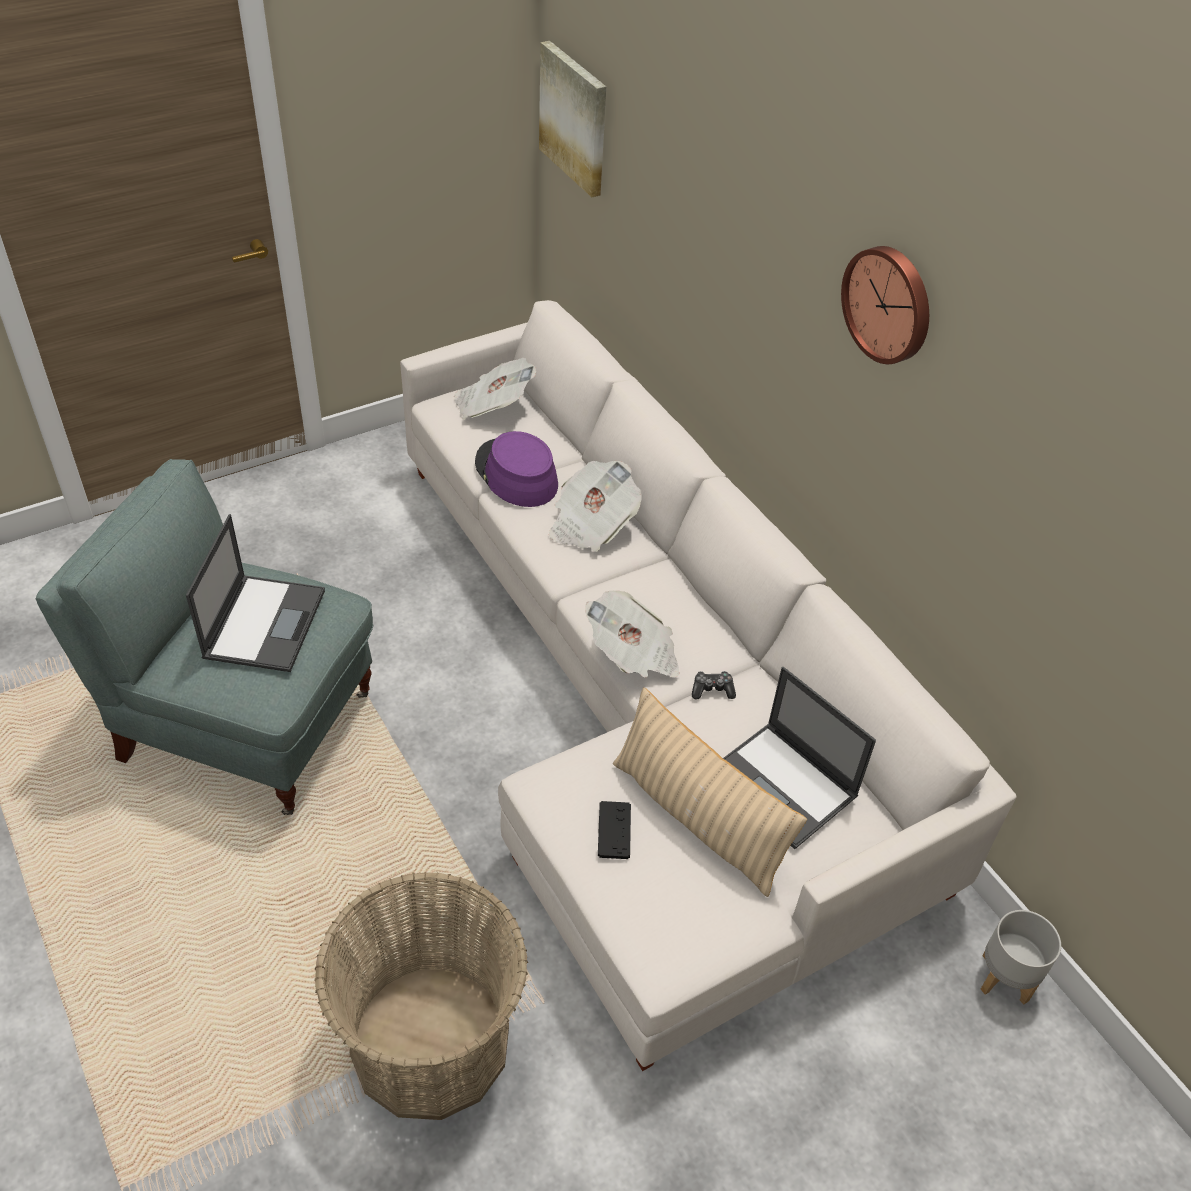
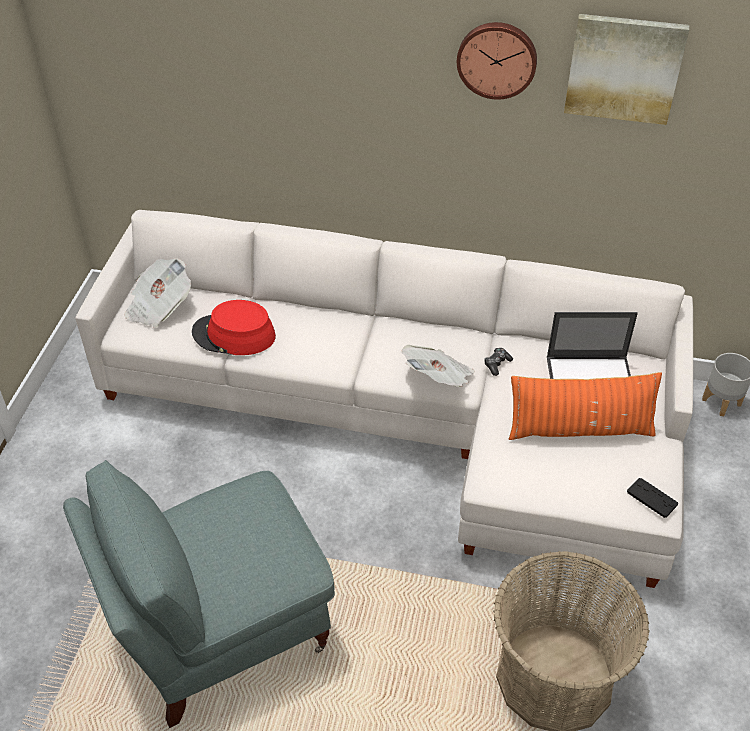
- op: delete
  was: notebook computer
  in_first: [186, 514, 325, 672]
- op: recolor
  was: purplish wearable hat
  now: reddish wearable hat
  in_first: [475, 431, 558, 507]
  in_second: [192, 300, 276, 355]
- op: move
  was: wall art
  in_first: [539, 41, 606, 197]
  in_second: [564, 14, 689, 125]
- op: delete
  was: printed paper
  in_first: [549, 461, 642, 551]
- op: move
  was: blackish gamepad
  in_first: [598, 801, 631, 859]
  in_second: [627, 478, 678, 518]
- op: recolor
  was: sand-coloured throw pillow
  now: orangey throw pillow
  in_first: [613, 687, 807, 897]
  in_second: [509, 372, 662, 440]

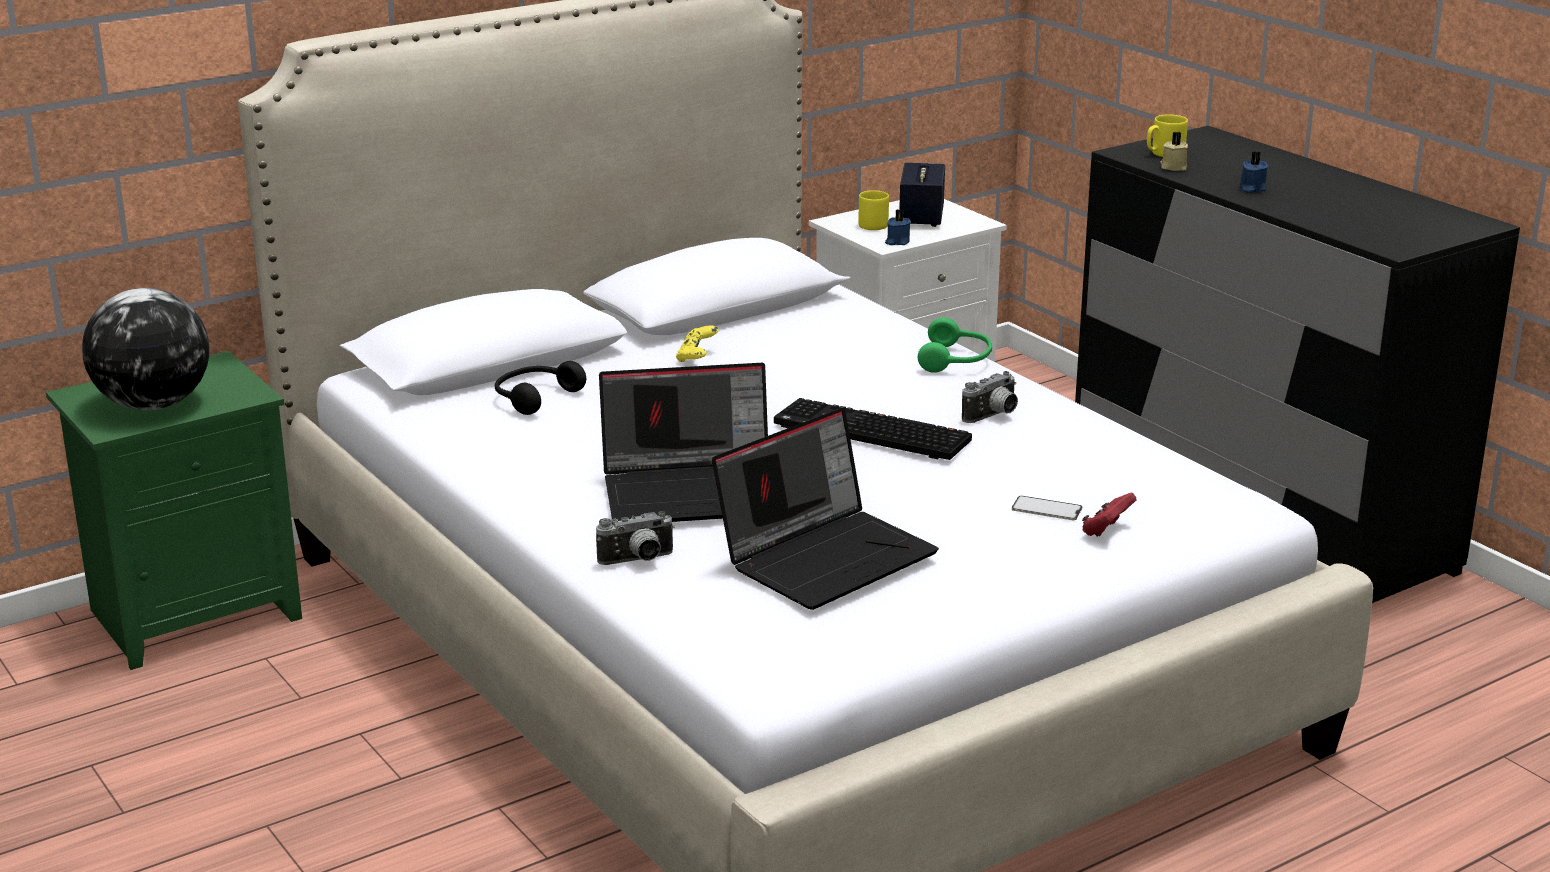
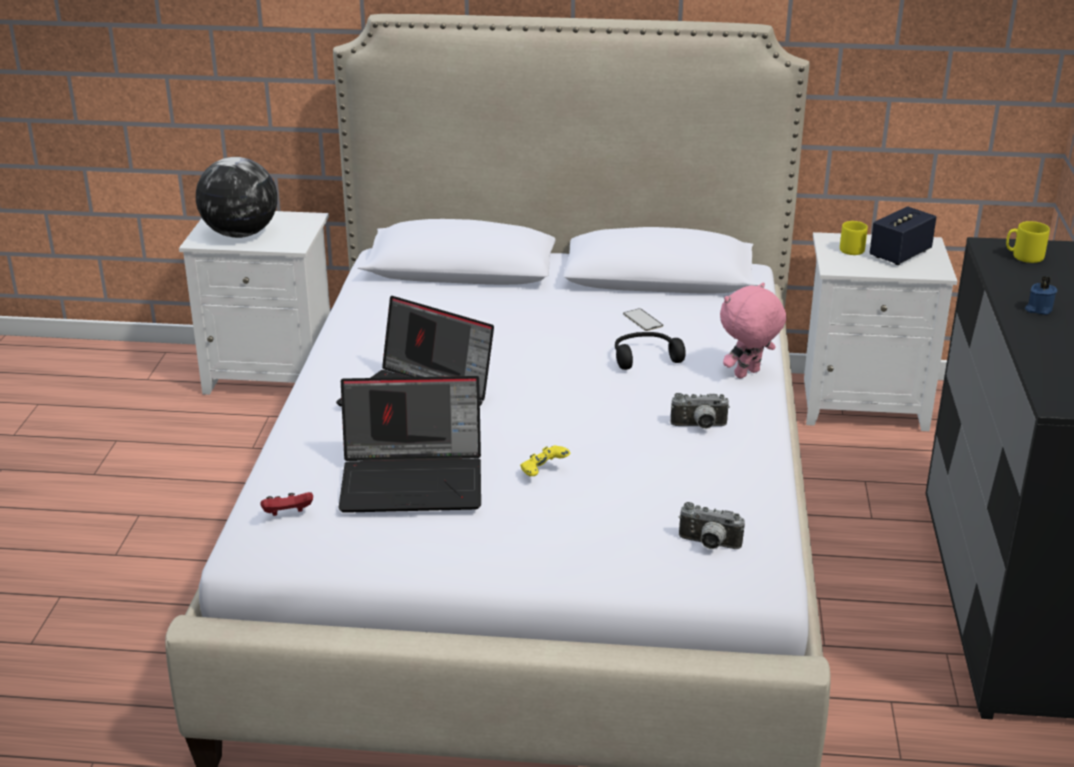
- op: recolor
  was: green night table
  now: white-coloured night table
  in_first: [46, 351, 302, 670]
  in_second: [179, 211, 330, 395]
- op: move
  was: blackish headphones
  in_first: [495, 361, 586, 415]
  in_second: [615, 332, 686, 370]
- op: move
  was: photo camera
  in_first: [596, 511, 675, 565]
  in_second: [678, 502, 745, 549]
- op: move
  was: yellow-coloured gamepad
  in_first: [676, 325, 719, 362]
  in_second: [520, 445, 570, 476]
- op: delete
  was: keyboard
  in_first: [774, 398, 972, 460]
- op: delete
  was: blue-coloured candle
  in_first: [885, 209, 911, 245]
- op: replace
  was: green headphones
  now: pink soft toy
  in_first: [918, 318, 992, 373]
  in_second: [720, 282, 786, 379]
- op: move
  was: telephone
  in_first: [1012, 496, 1082, 520]
  in_second: [623, 308, 663, 331]
- op: move
  was: reddish gamepad
  in_first: [1082, 493, 1136, 537]
  in_second: [260, 492, 313, 516]
- op: delete
  was: sand-coloured candle
  in_first: [1160, 132, 1188, 171]

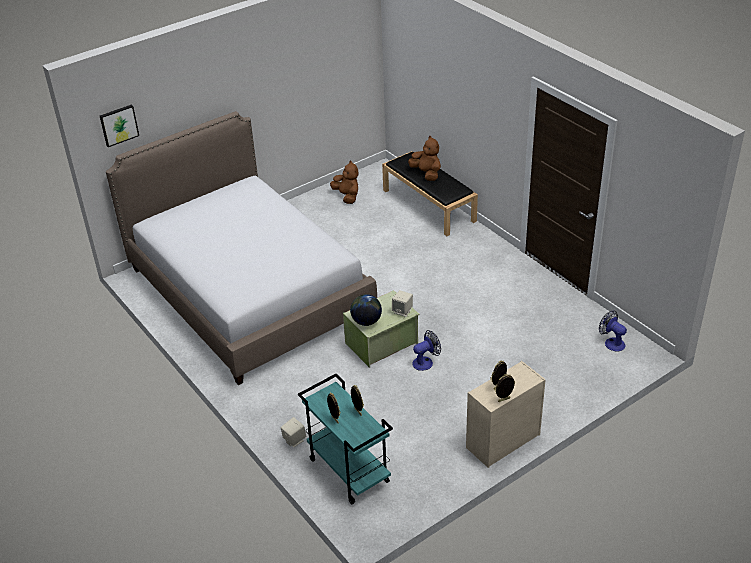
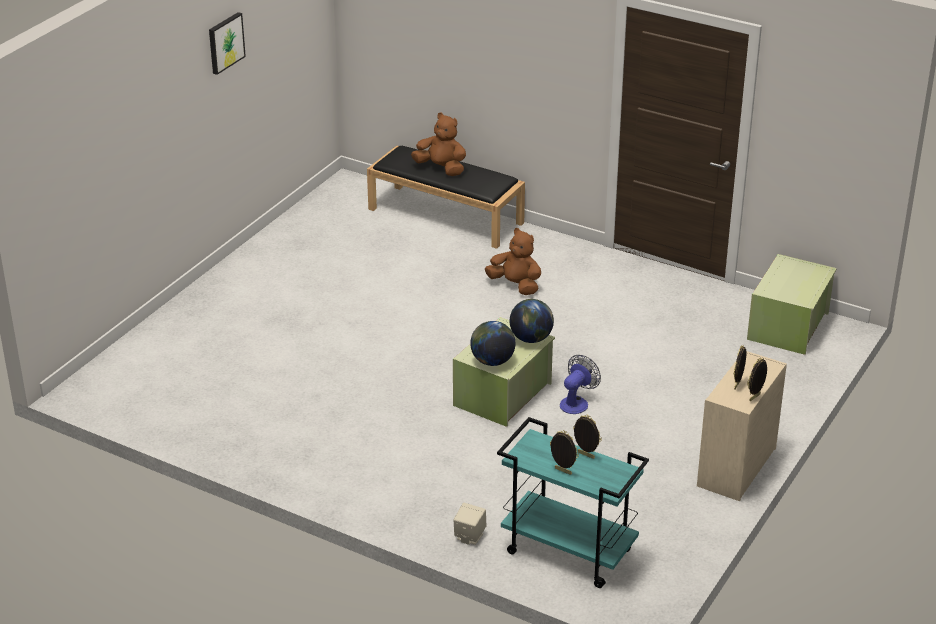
- op: move
  was: wall art
  in_first: [100, 104, 139, 147]
  in_second: [209, 12, 246, 75]
- op: delete
  was: bed
  in_first: [106, 111, 377, 385]
- op: move
  was: brownish soft toy
  in_first: [330, 160, 358, 204]
  in_second: [485, 228, 541, 295]
- op: replace
  was: sand-coloured speaker
  now: desk globe
  in_first: [392, 290, 413, 317]
  in_second: [510, 299, 554, 343]
- op: replace
  was: cooling fan
  now: green storage bin
  in_first: [599, 311, 627, 352]
  in_second: [747, 254, 837, 355]

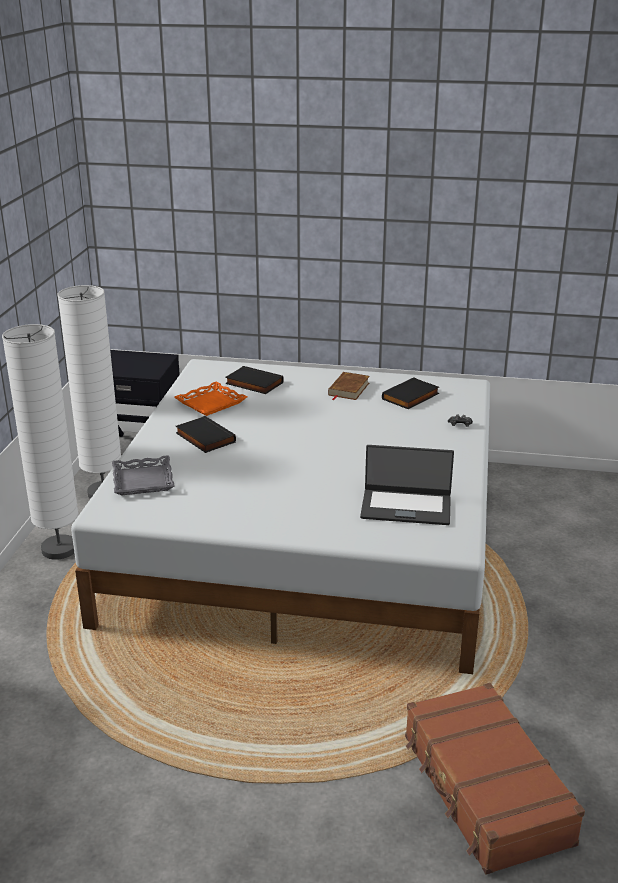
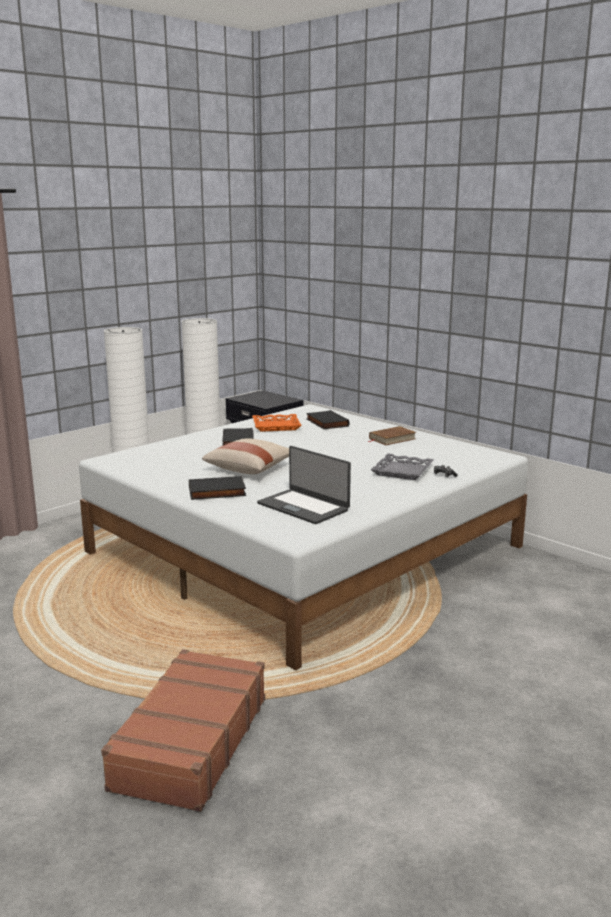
- op: move
  was: greyish tray
  in_first: [112, 455, 175, 495]
  in_second: [370, 453, 434, 480]
- op: move
  was: blackish volume
  in_first: [382, 377, 439, 409]
  in_second: [189, 476, 246, 500]
- op: insert
  now: sand-coloured throw pillow
  in_second: [202, 438, 289, 474]

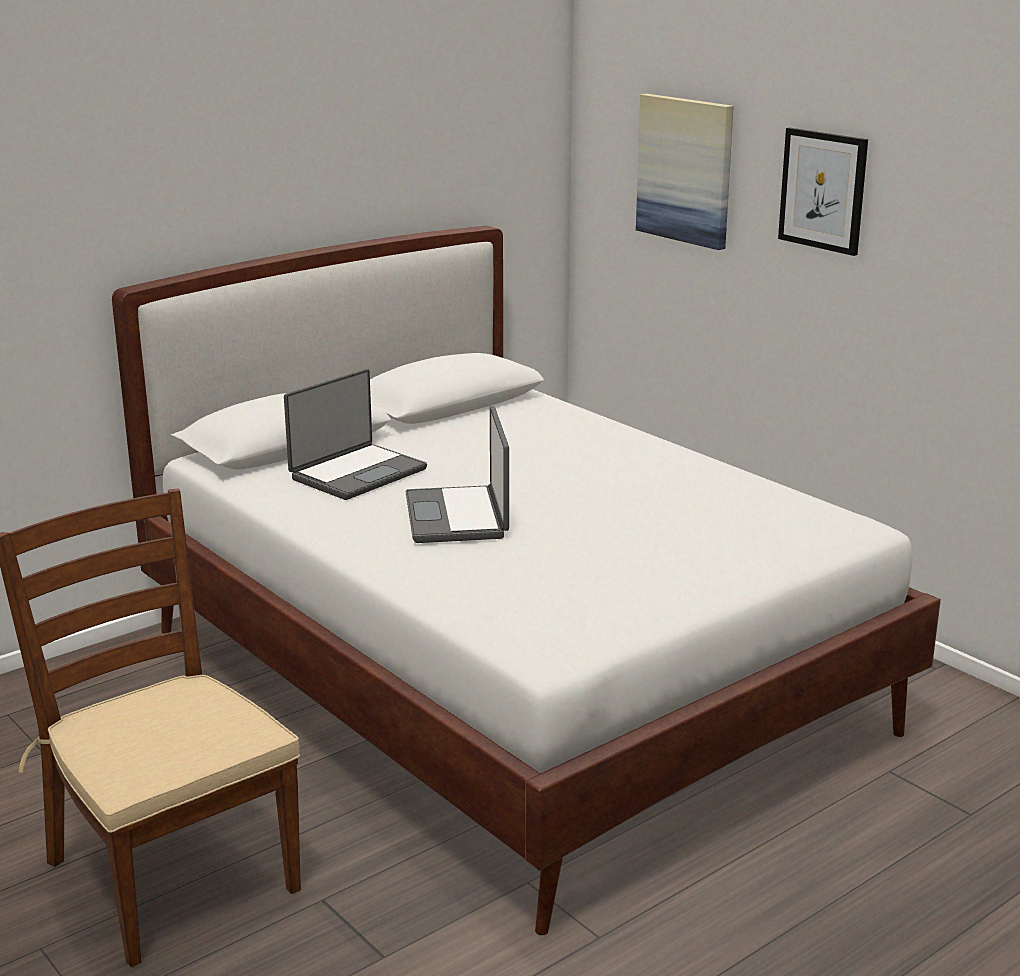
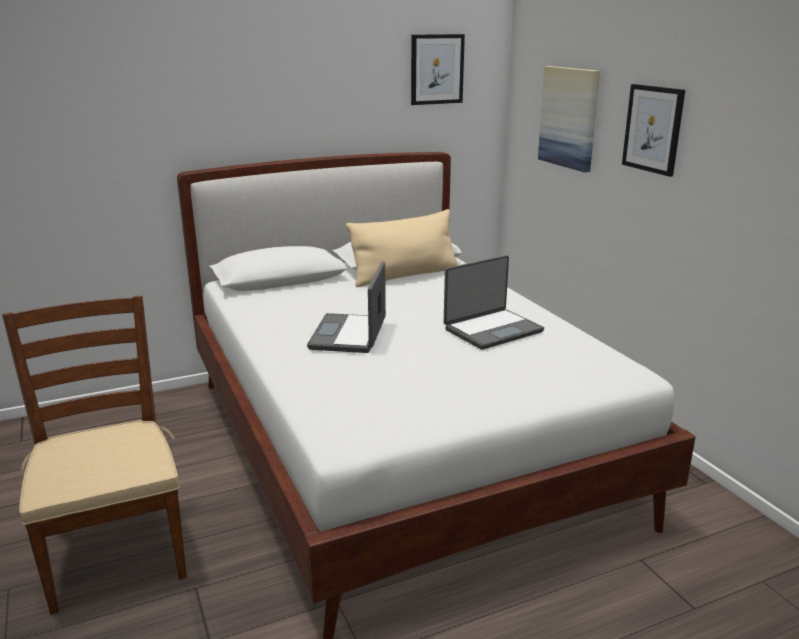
- op: move
  was: notebook computer
  in_first: [284, 369, 427, 500]
  in_second: [444, 255, 544, 350]
- op: insert
  now: sand-coloured throw pillow
  in_second: [346, 209, 458, 287]
- op: insert
  now: wall art
  in_second: [411, 34, 465, 105]

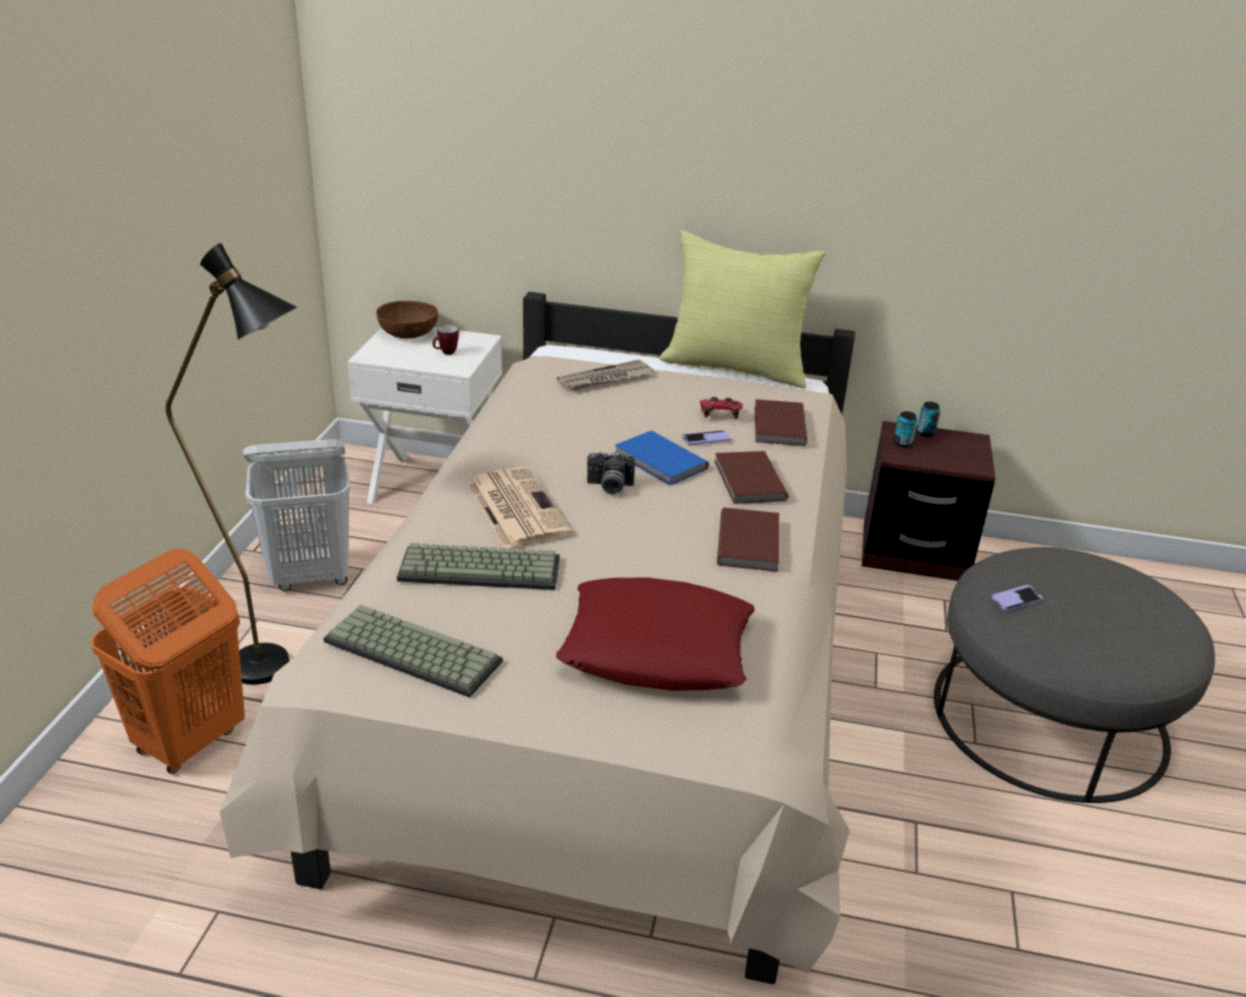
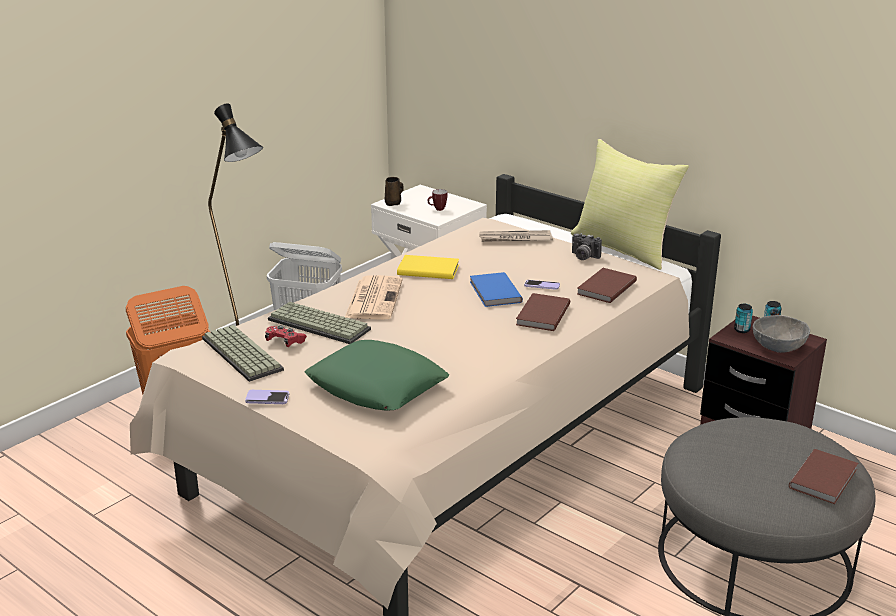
- op: delete
  was: brownish deep dish
  in_first: [376, 301, 438, 339]
- op: recolor
  was: reddish throw pillow
  now: green throw pillow
  in_first: [556, 577, 755, 691]
  in_second: [305, 340, 449, 410]
- op: move
  was: photo camera
  in_first: [587, 452, 635, 495]
  in_second: [572, 233, 602, 260]
- op: move
  was: reddish gamepad
  in_first: [700, 397, 743, 419]
  in_second: [265, 325, 307, 347]
- op: move
  was: brownish volume
  in_first: [717, 507, 779, 572]
  in_second: [789, 449, 858, 504]
- op: move
  was: telephone
  in_first: [992, 585, 1043, 612]
  in_second: [245, 390, 289, 404]
- op: insert
  now: brownish tea mug
  in_second: [385, 177, 404, 206]
- op: insert
  now: yellow-coloured volume
  in_second: [397, 255, 459, 279]
- op: insert
  now: greyish deep dish
  in_second: [753, 315, 810, 353]

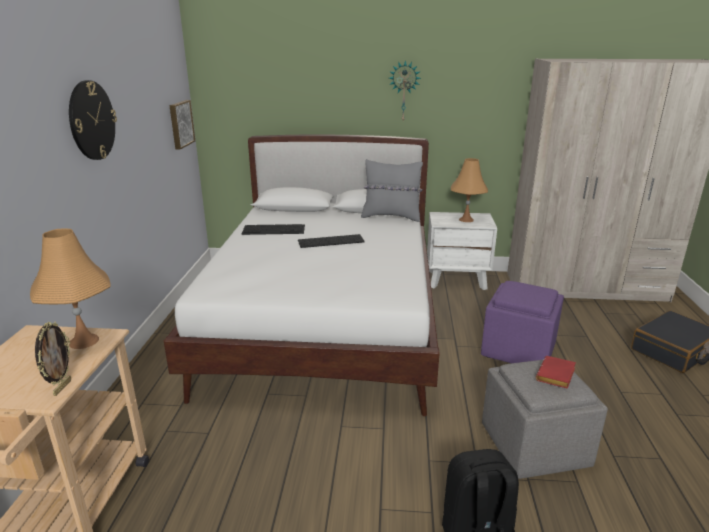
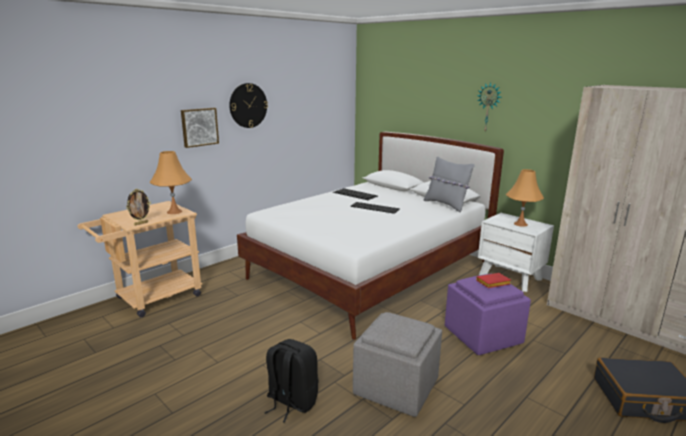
- op: move
  was: wall art
  in_first: [169, 100, 195, 150]
  in_second: [181, 108, 219, 148]
- op: move
  was: reddish volume
  in_first: [536, 356, 576, 389]
  in_second: [476, 273, 511, 288]

